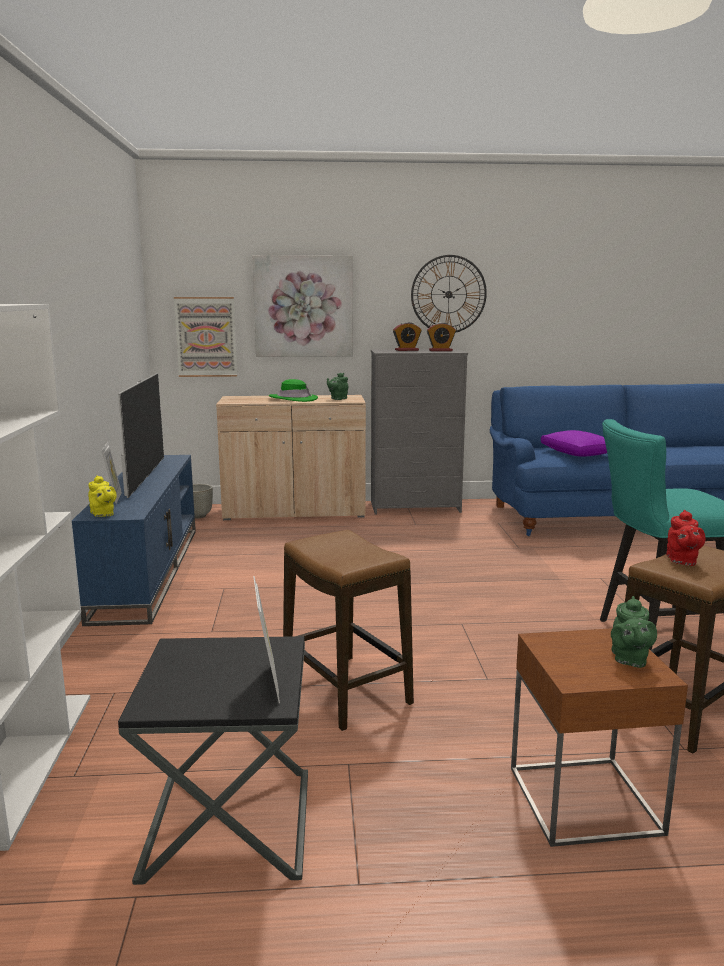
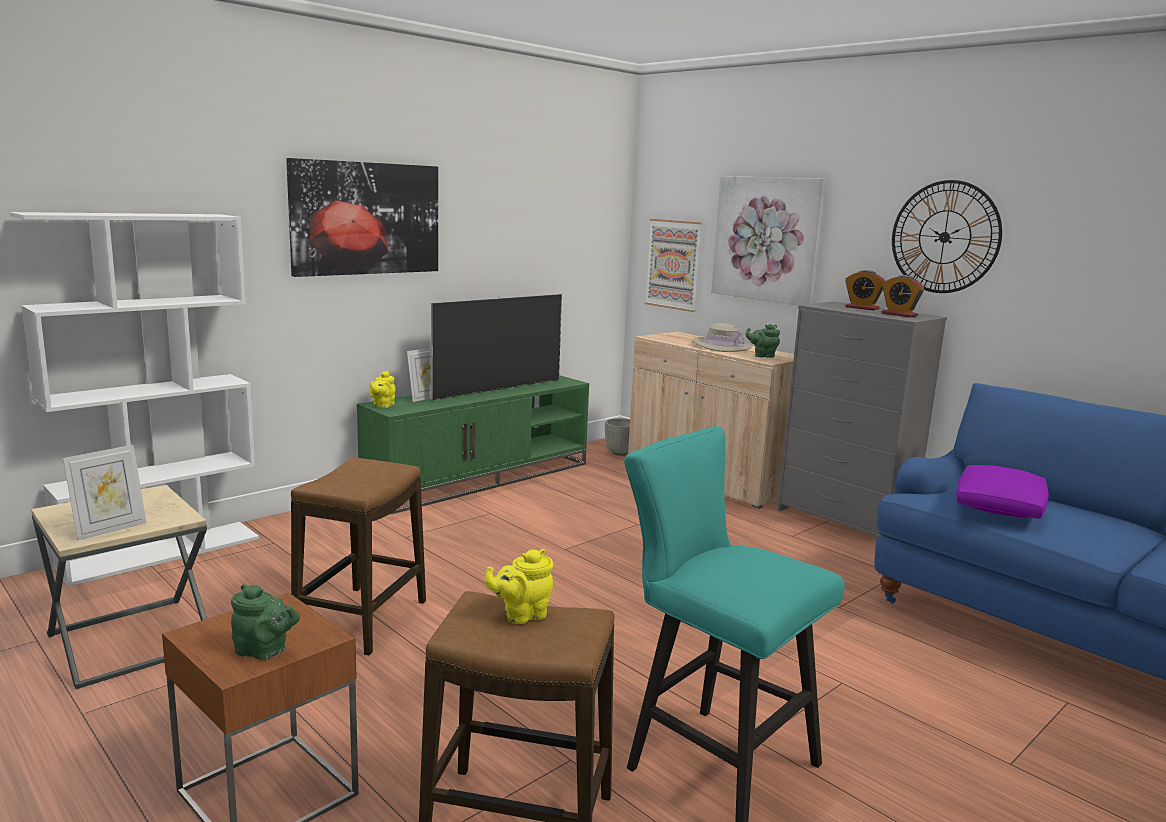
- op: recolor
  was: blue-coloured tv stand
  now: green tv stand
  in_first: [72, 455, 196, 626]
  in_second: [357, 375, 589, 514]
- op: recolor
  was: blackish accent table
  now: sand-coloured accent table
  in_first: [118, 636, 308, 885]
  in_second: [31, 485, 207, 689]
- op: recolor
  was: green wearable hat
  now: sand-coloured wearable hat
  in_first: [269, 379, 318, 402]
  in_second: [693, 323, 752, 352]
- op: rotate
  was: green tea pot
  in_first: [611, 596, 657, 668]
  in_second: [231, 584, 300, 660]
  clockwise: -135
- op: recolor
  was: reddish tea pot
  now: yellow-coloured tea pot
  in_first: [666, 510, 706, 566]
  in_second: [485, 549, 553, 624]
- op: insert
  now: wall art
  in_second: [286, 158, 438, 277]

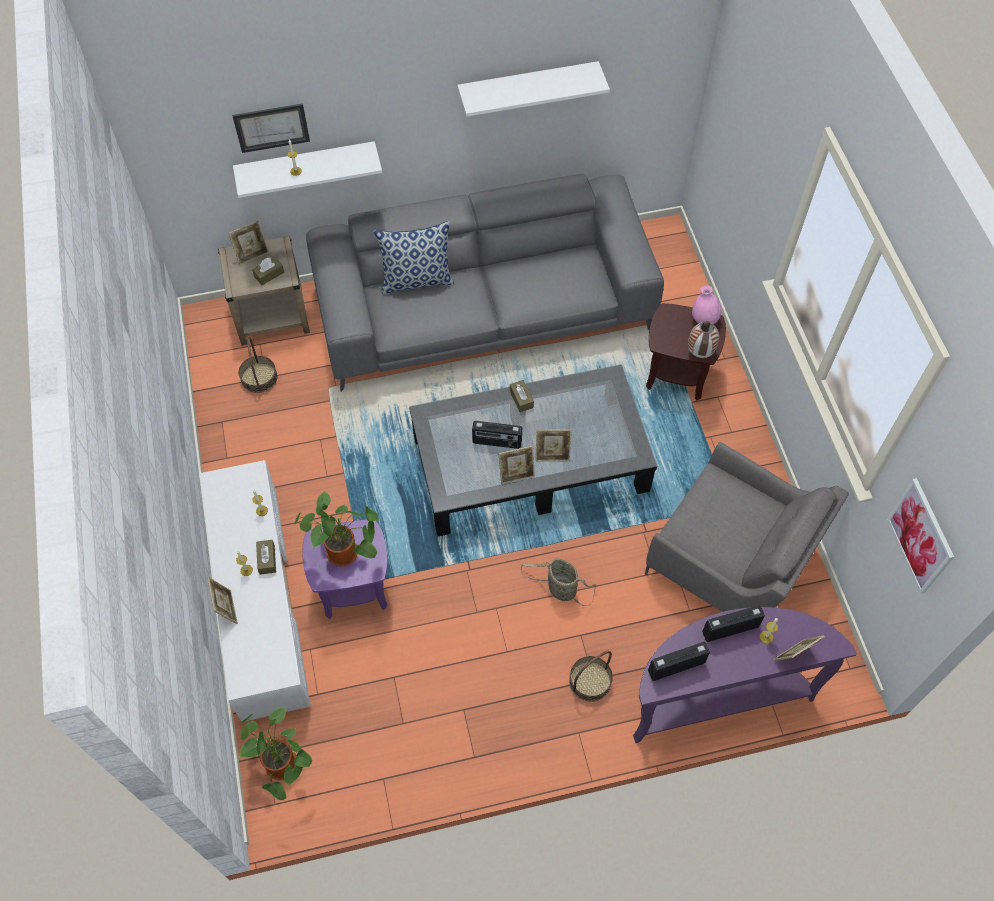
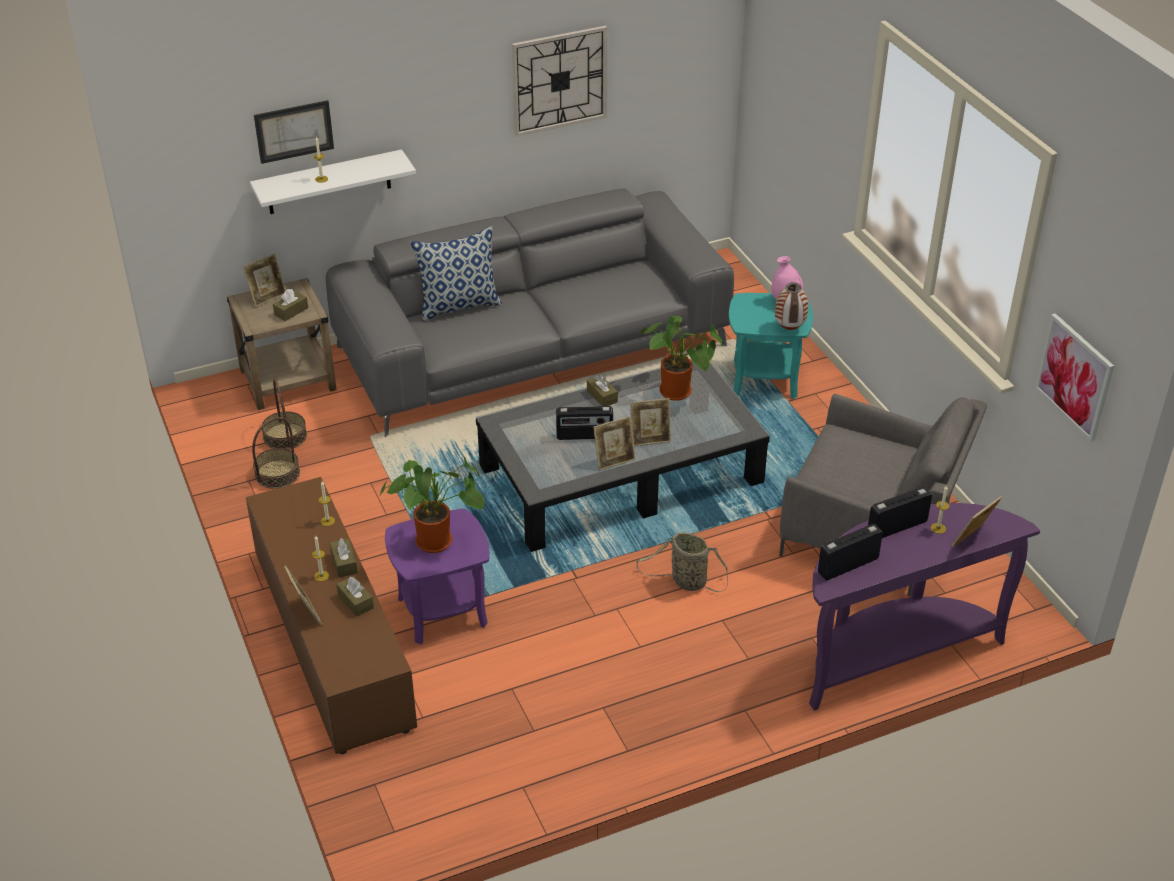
- op: recolor
  was: white-coloured tv stand
  now: brownish tv stand
  in_first: [200, 460, 310, 721]
  in_second: [246, 477, 417, 754]
- op: move
  was: plant in a pot
  in_first: [239, 706, 312, 800]
  in_second: [639, 316, 722, 401]
- op: replace
  was: white-coloured shelf
  now: clock on the wall
  in_first: [457, 61, 610, 117]
  in_second: [512, 26, 607, 137]
- op: move
  was: household basket
  in_first: [569, 651, 613, 702]
  in_second: [252, 417, 300, 489]
- op: recolor
  was: brownish accent table
  now: blue-green accent table
  in_first: [646, 303, 726, 401]
  in_second: [729, 293, 813, 399]
- op: insert
  now: brownish tissue holder
  in_second: [336, 576, 374, 617]

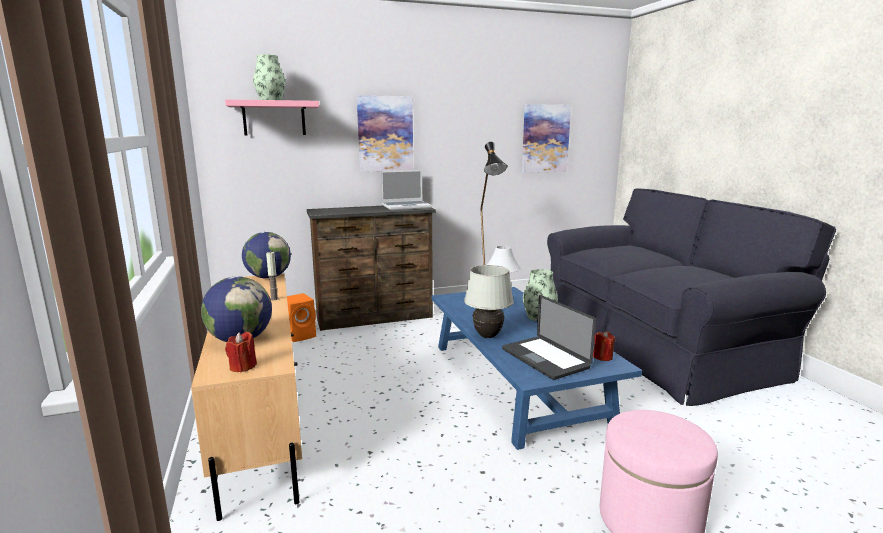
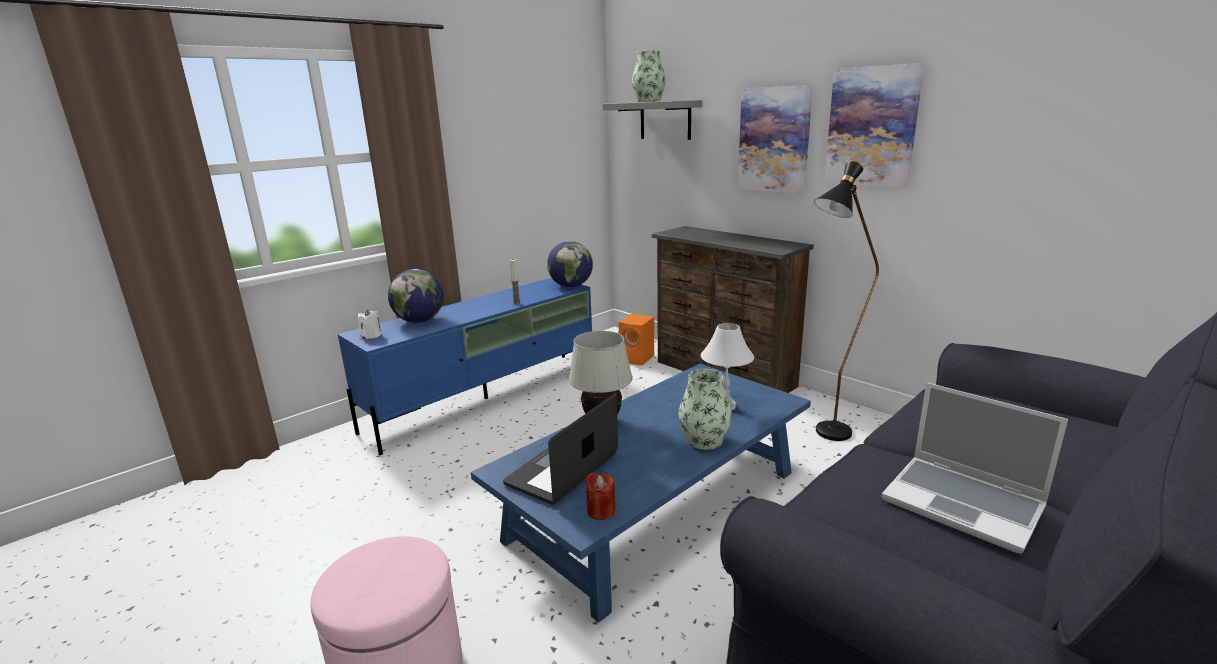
- op: recolor
  was: sand-coloured tv stand
  now: blue-coloured tv stand
  in_first: [191, 274, 302, 521]
  in_second: [338, 278, 592, 455]
- op: recolor
  was: pink shelf
  now: greyish shelf
  in_first: [225, 99, 319, 135]
  in_second: [603, 100, 702, 140]
- op: recolor
  was: reddish candle
  now: white-coloured candle
  in_first: [225, 332, 257, 373]
  in_second: [358, 309, 381, 339]
- op: move
  was: notebook computer
  in_first: [381, 170, 432, 211]
  in_second: [881, 383, 1068, 554]
- op: move
  was: wall art
  in_first: [522, 104, 571, 173]
  in_second: [824, 63, 924, 188]

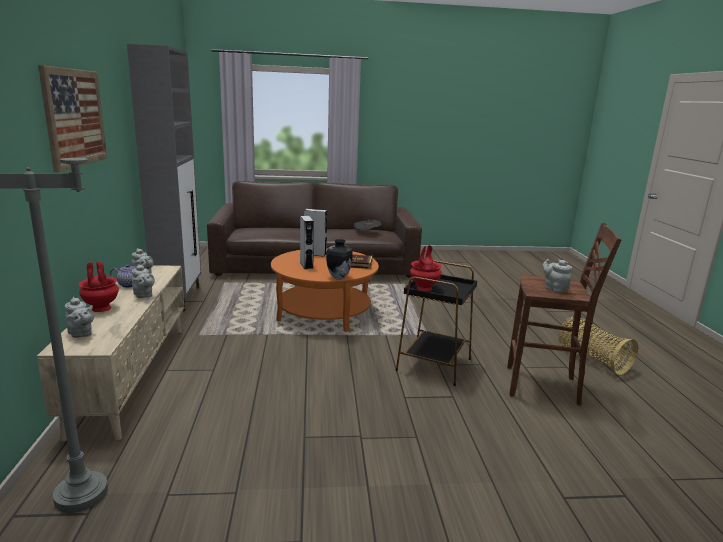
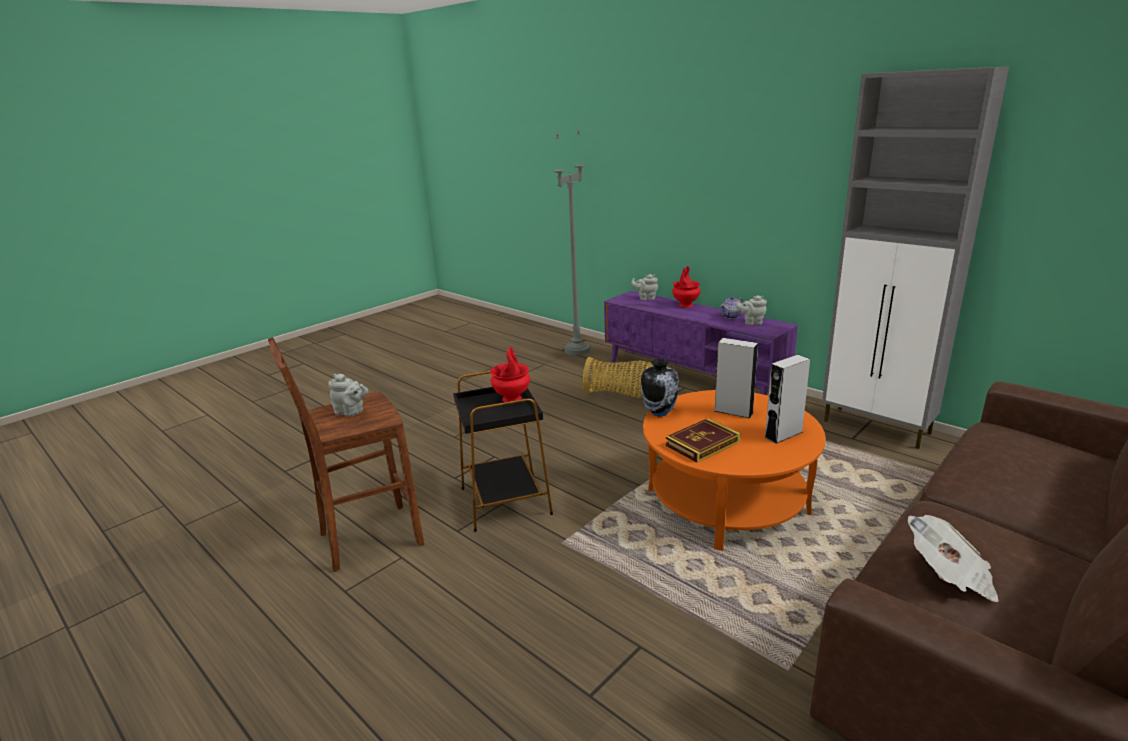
- op: recolor
  was: sand-coloured tv stand
  now: purplish tv stand
  in_first: [37, 265, 184, 441]
  in_second: [604, 291, 798, 395]
- op: delete
  was: wall art
  in_first: [38, 65, 107, 172]
- op: delete
  was: greyish tea pot
  in_first: [132, 264, 155, 298]
- op: move
  was: household basket
  in_first: [558, 317, 638, 375]
  in_second: [583, 357, 654, 398]

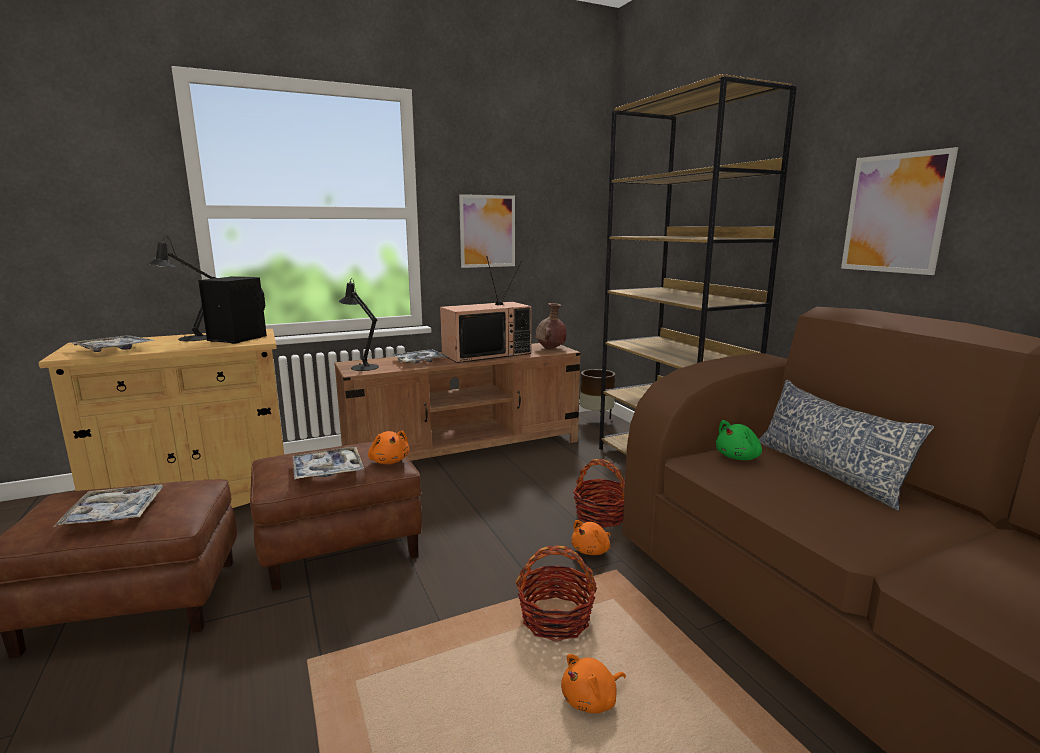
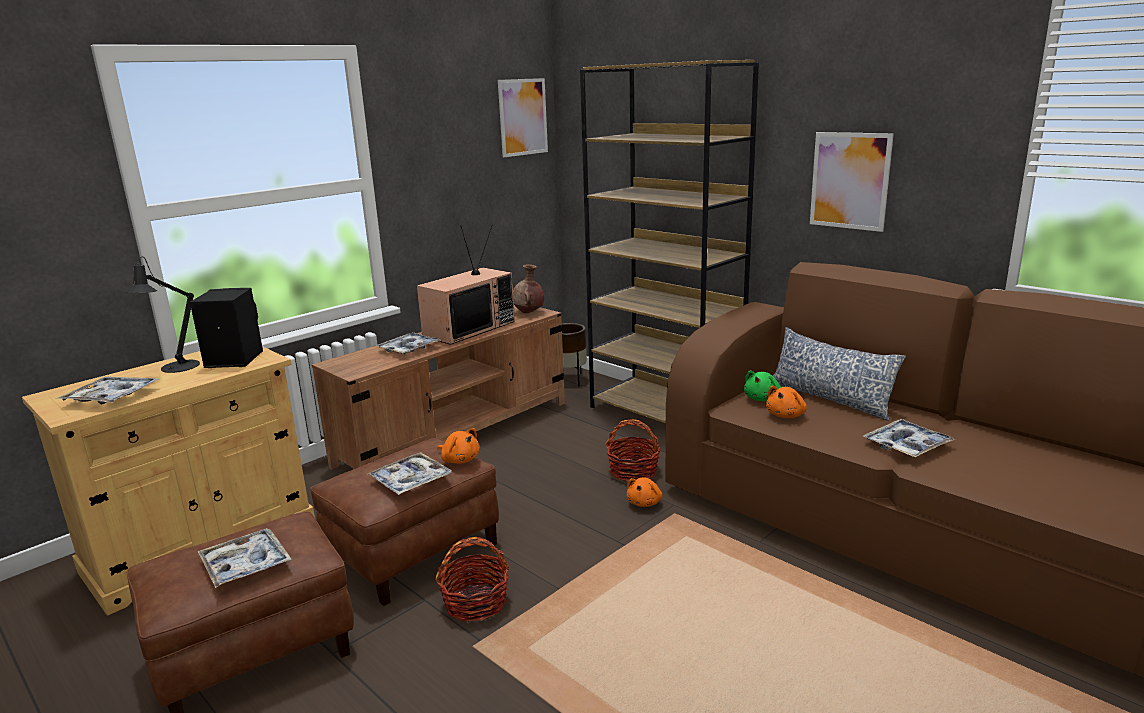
- op: delete
  was: blackish table lamp
  in_first: [339, 278, 379, 371]
- op: move
  was: wall art
  in_first: [459, 194, 515, 268]
  in_second: [498, 78, 548, 157]
- op: move
  was: household basket
  in_first: [515, 545, 597, 642]
  in_second: [435, 537, 509, 621]
- op: move
  was: orangey soft toy
  in_first: [561, 654, 626, 714]
  in_second: [766, 386, 807, 418]
- op: insert
  now: tray
  in_second: [863, 419, 955, 458]

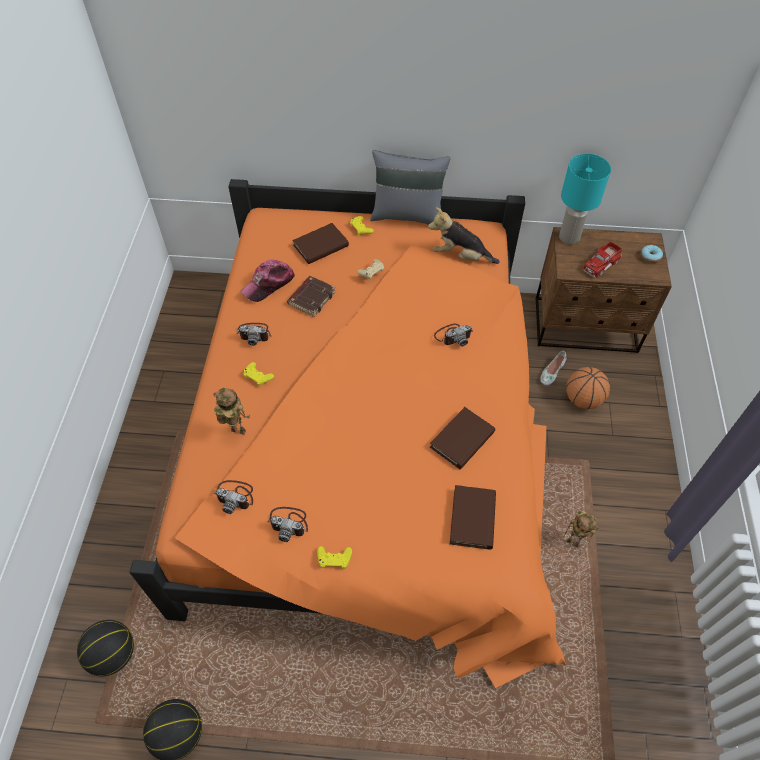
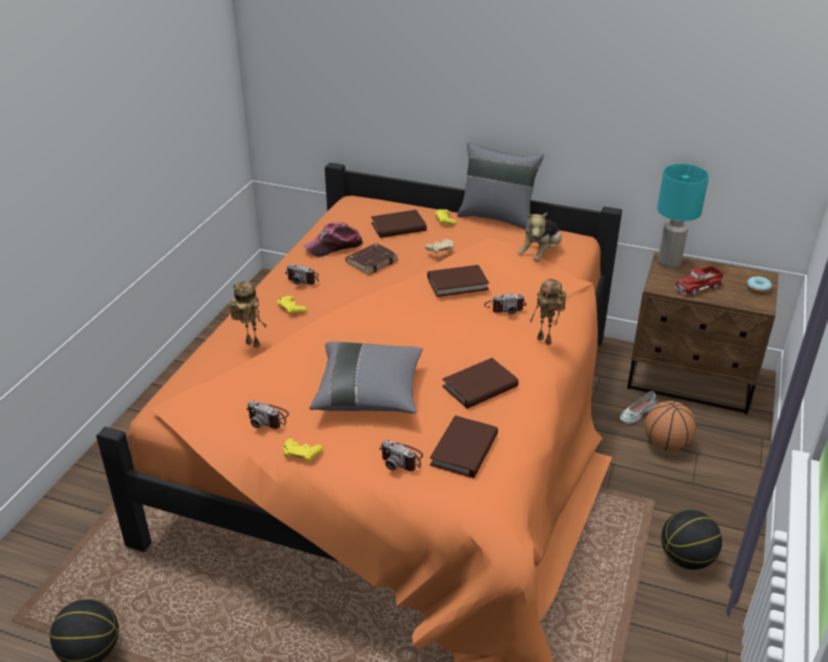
- op: move
  was: basketball
  in_first: [77, 620, 134, 676]
  in_second: [661, 510, 722, 570]
- op: move
  was: photo camera
  in_first: [214, 480, 253, 514]
  in_second: [379, 440, 423, 471]
- op: rotate
  was: soft toy
  in_first: [428, 207, 500, 264]
  in_second: [517, 212, 562, 262]
  clockwise: -90
- op: move
  was: robot figure
  in_first: [563, 511, 598, 547]
  in_second: [530, 279, 567, 345]
- op: insert
  now: greyish throw pillow
  in_second: [309, 342, 423, 413]
- op: insert
  now: brownish volume
  in_second: [427, 265, 489, 297]

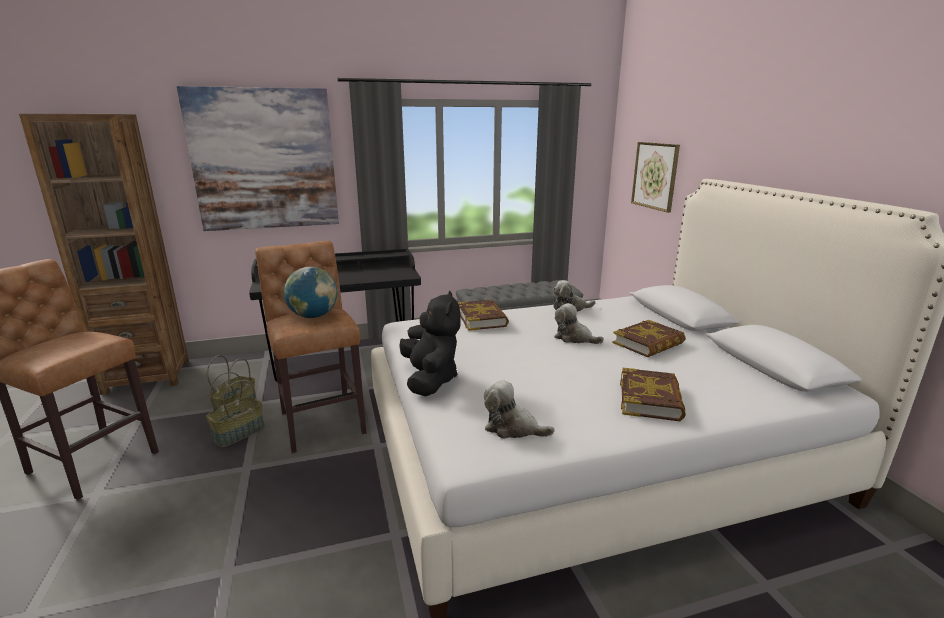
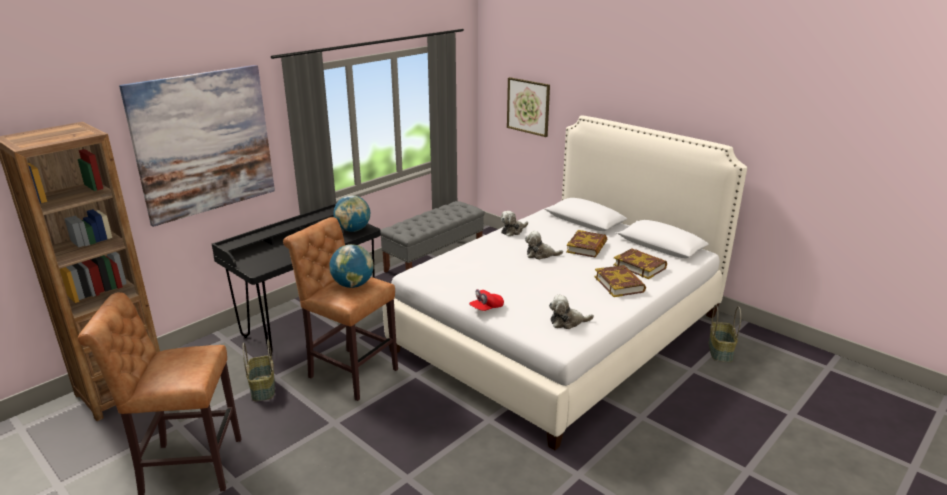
- op: move
  was: household basket
  in_first: [206, 372, 265, 447]
  in_second: [709, 305, 741, 362]
- op: replace
  was: blackish soft toy
  now: reddish baseball cap
  in_first: [399, 290, 461, 397]
  in_second: [469, 289, 504, 311]
- op: move
  was: volume
  in_first: [458, 300, 509, 331]
  in_second: [613, 248, 667, 279]
- op: insert
  now: desk globe
  in_second: [333, 195, 370, 232]

